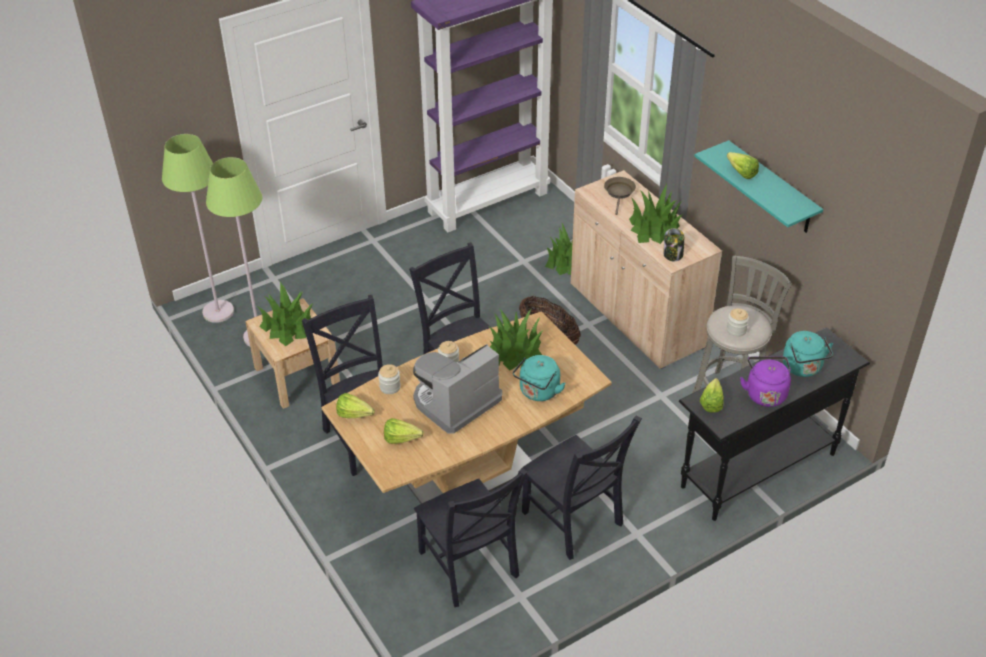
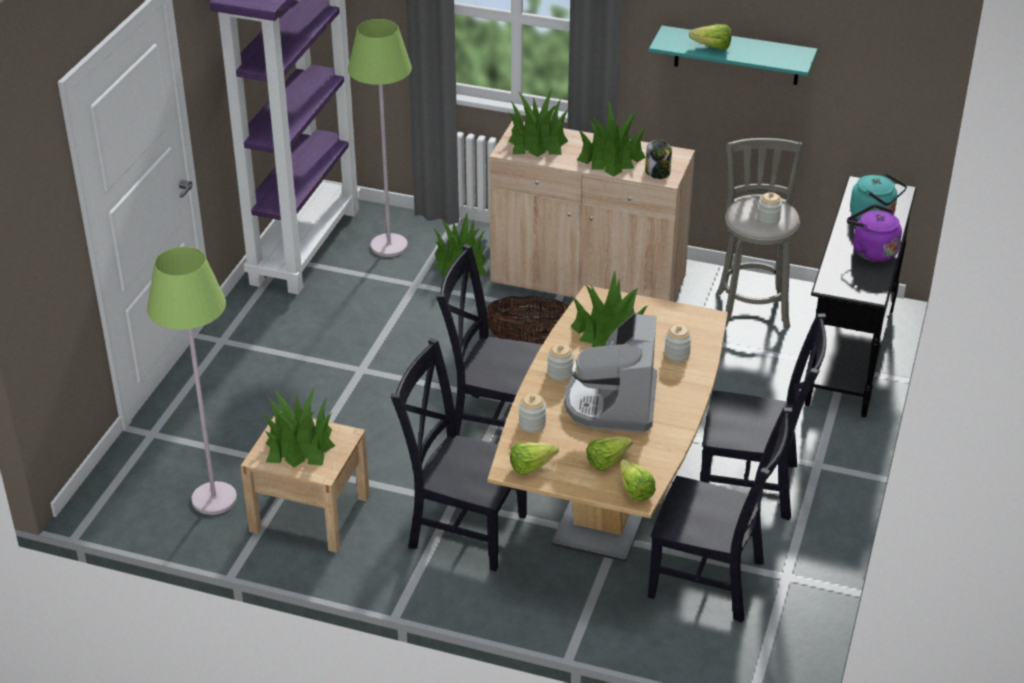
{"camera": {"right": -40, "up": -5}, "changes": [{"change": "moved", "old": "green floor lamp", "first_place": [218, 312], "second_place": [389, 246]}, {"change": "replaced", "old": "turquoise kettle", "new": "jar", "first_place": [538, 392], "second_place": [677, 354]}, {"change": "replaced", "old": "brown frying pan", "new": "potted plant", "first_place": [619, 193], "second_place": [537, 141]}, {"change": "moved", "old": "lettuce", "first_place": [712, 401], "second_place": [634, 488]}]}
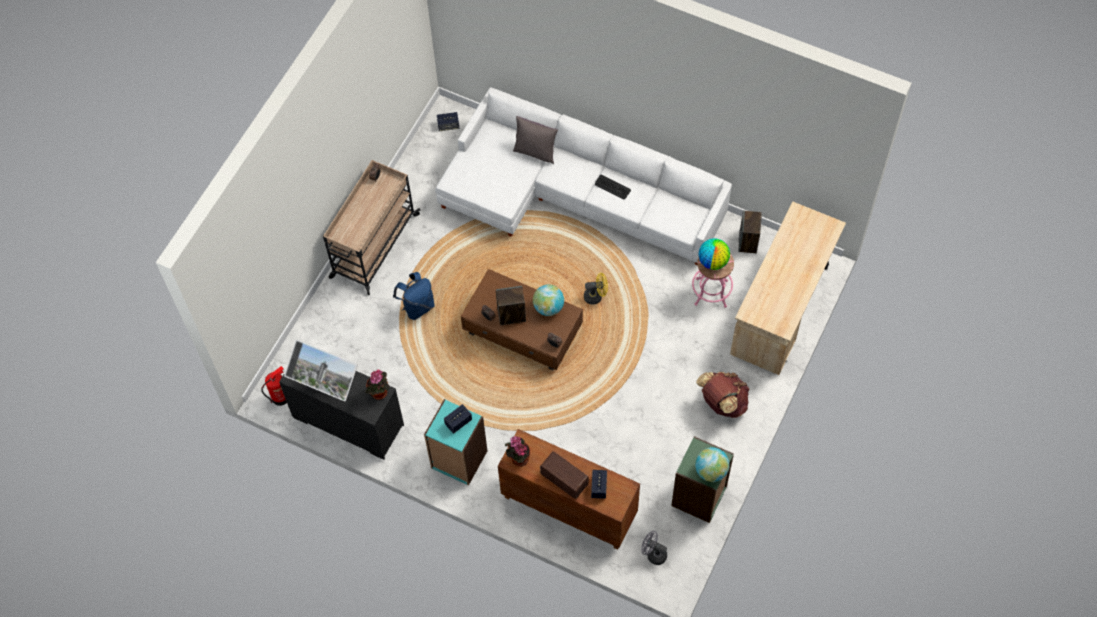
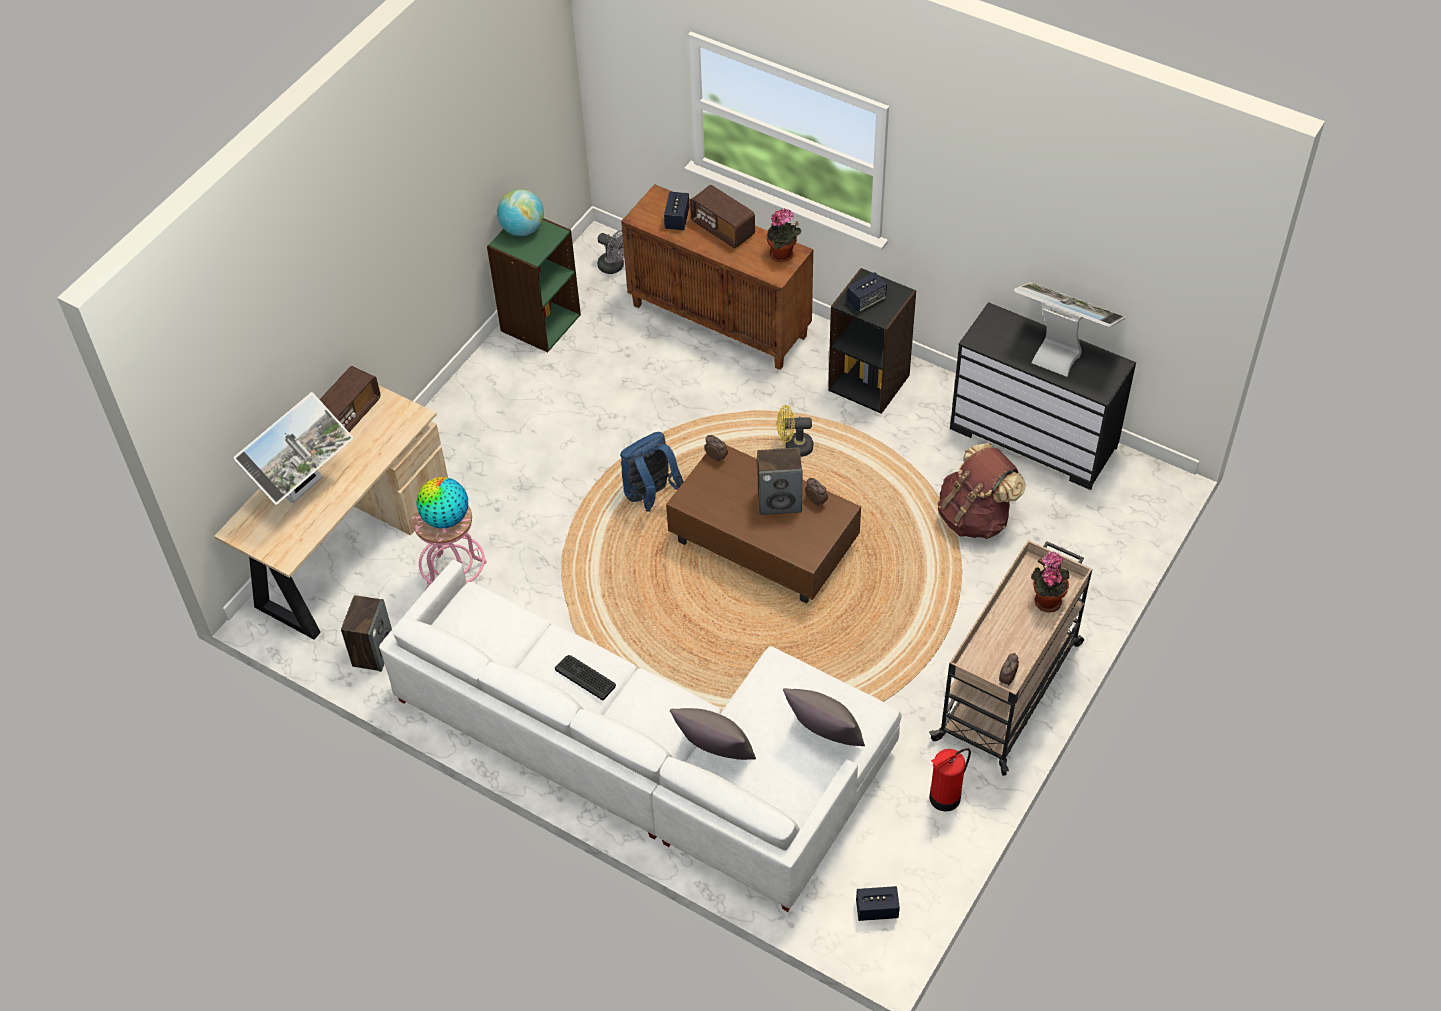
{"camera": {"right": -175, "up": -10}, "changes": [{"change": "moved", "old": "fire extinguisher", "first_place": [280, 397], "second_place": [944, 798]}, {"change": "moved", "old": "potted plant", "first_place": [379, 393], "second_place": [1046, 599]}, {"change": "moved", "old": "blue backpack", "first_place": [417, 306], "second_place": [651, 496]}, {"change": "recoloured", "old": "turquoise bookcase", "new": "black bookcase", "first_place": [459, 460], "second_place": [869, 382]}, {"change": "removed", "old": "globe", "first_place": [548, 307]}, {"change": "moved", "old": "yellow fan", "first_place": [596, 296], "second_place": [794, 447]}, {"change": "moved", "old": "brown backpack", "first_place": [722, 402], "second_place": [975, 517]}, {"change": "added", "new": "monitor", "second_place": [305, 489]}, {"change": "added", "new": "radio", "second_place": [349, 415]}, {"change": "added", "new": "grey pillow", "second_place": [824, 737]}]}
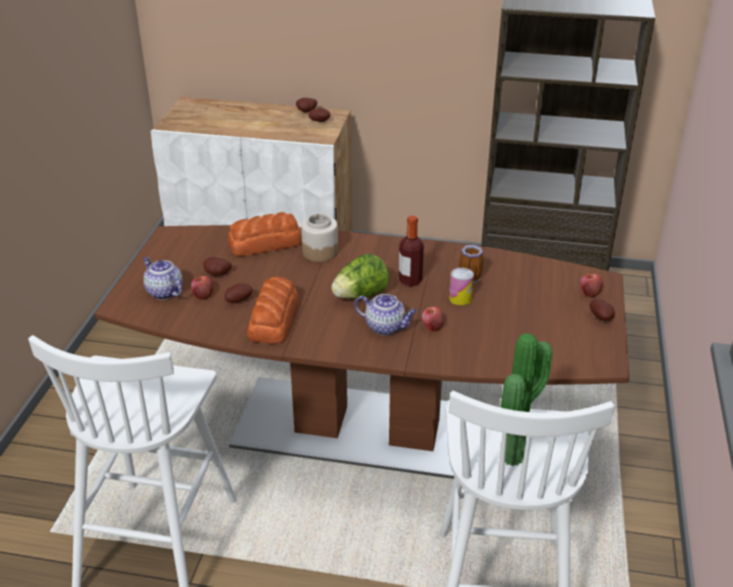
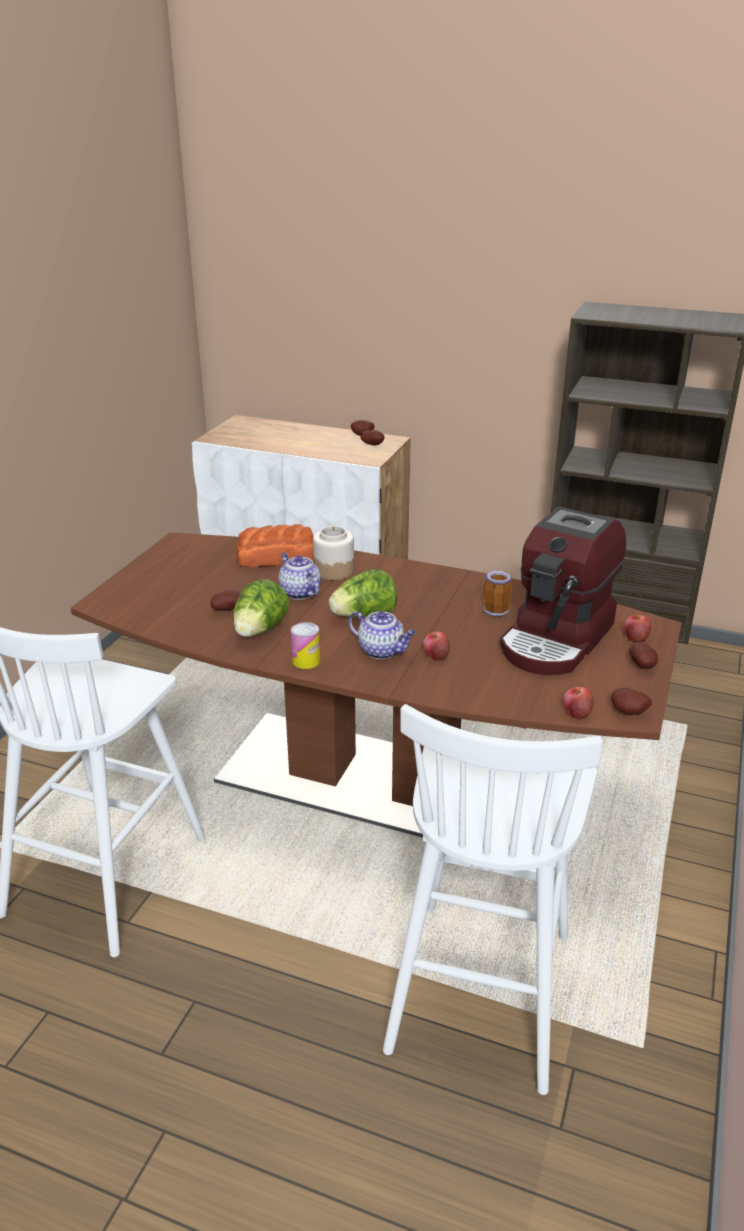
{"camera": {"right": 10, "up": -5}, "changes": [{"change": "moved", "old": "teapot", "first_place": [164, 292], "second_place": [299, 592]}, {"change": "moved", "old": "apple", "first_place": [203, 295], "second_place": [576, 712]}, {"change": "moved", "old": "potato", "first_place": [217, 275], "second_place": [628, 713]}, {"change": "replaced", "old": "bread", "new": "lettuce", "first_place": [274, 319], "second_place": [260, 631]}, {"change": "removed", "old": "bottle", "first_place": [410, 281]}, {"change": "moved", "old": "can", "first_place": [460, 298], "second_place": [306, 661]}, {"change": "removed", "old": "potted plant", "first_place": [516, 459]}, {"change": "added", "new": "coffee machine", "second_place": [557, 639]}]}
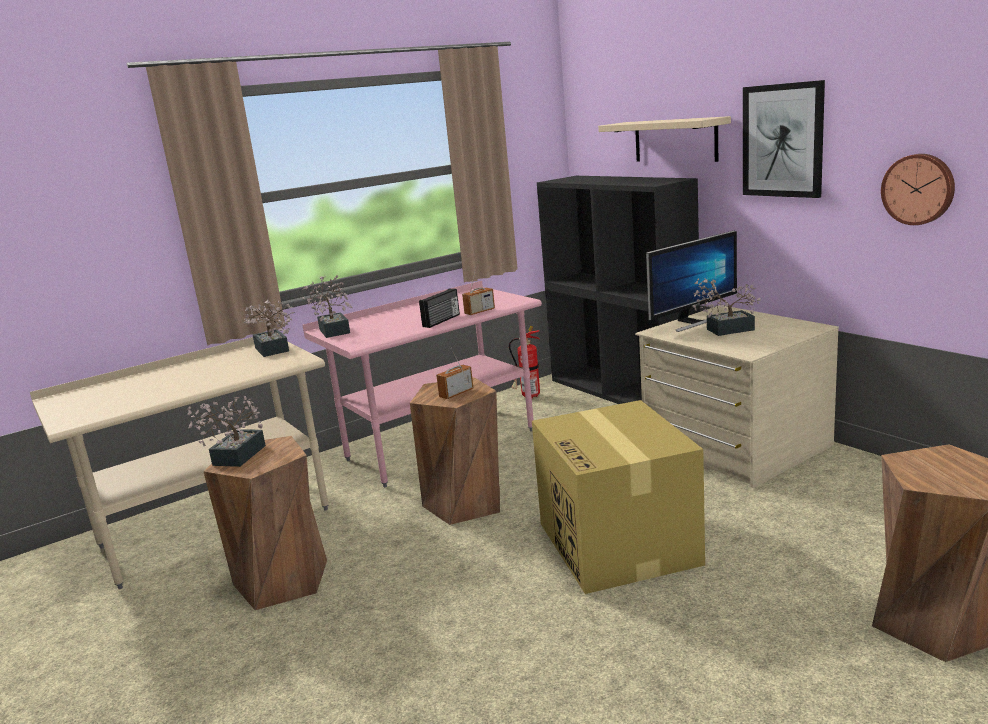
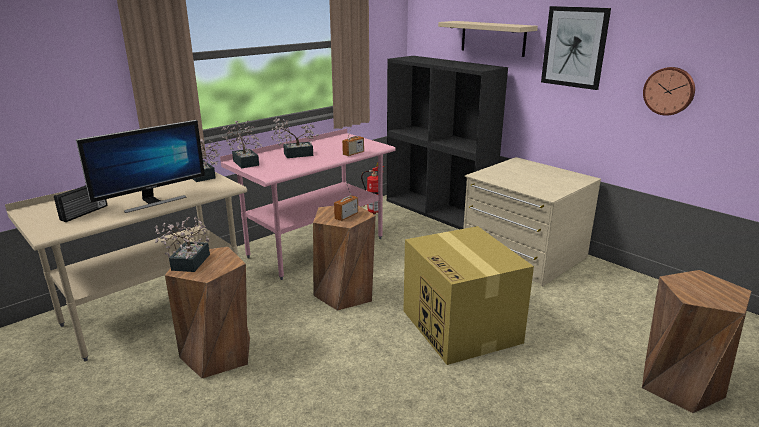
{"camera": {"right": -10, "up": 5}, "changes": [{"change": "moved", "old": "radio", "first_place": [442, 320], "second_place": [85, 213]}, {"change": "moved", "old": "monitor", "first_place": [692, 322], "second_place": [152, 201]}, {"change": "moved", "old": "potted plant", "first_place": [725, 330], "second_place": [294, 154]}]}
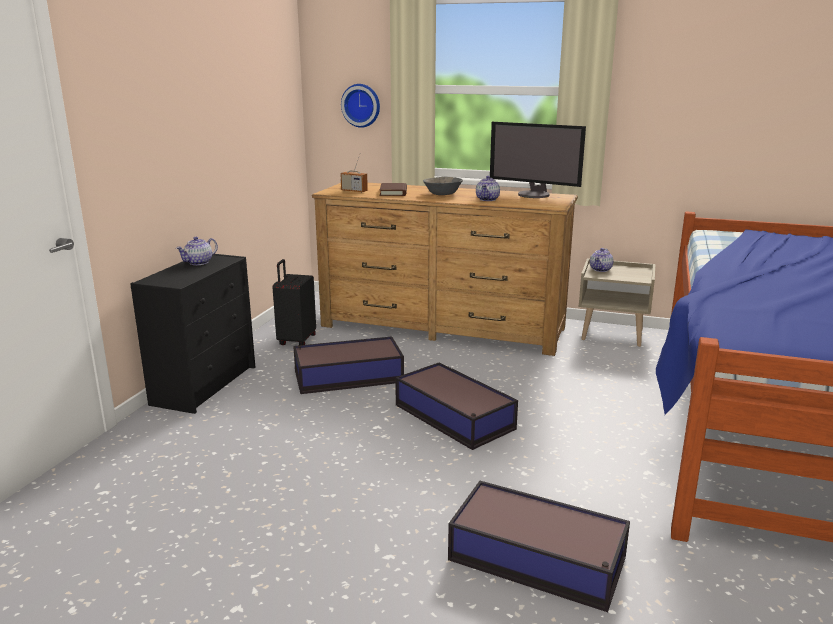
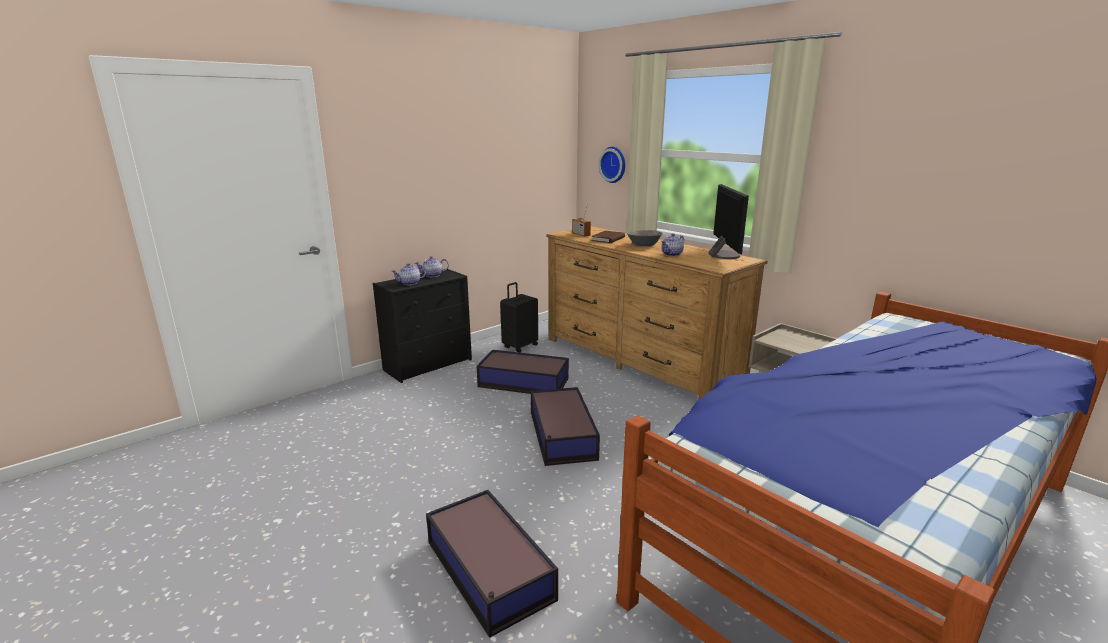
{"camera": {"right": 30, "up": 0}, "changes": [{"change": "turned", "old": "monitor", "first_place": [534, 195], "second_place": [723, 255], "degrees": -150}, {"change": "moved", "old": "teapot", "first_place": [601, 269], "second_place": [410, 283]}]}
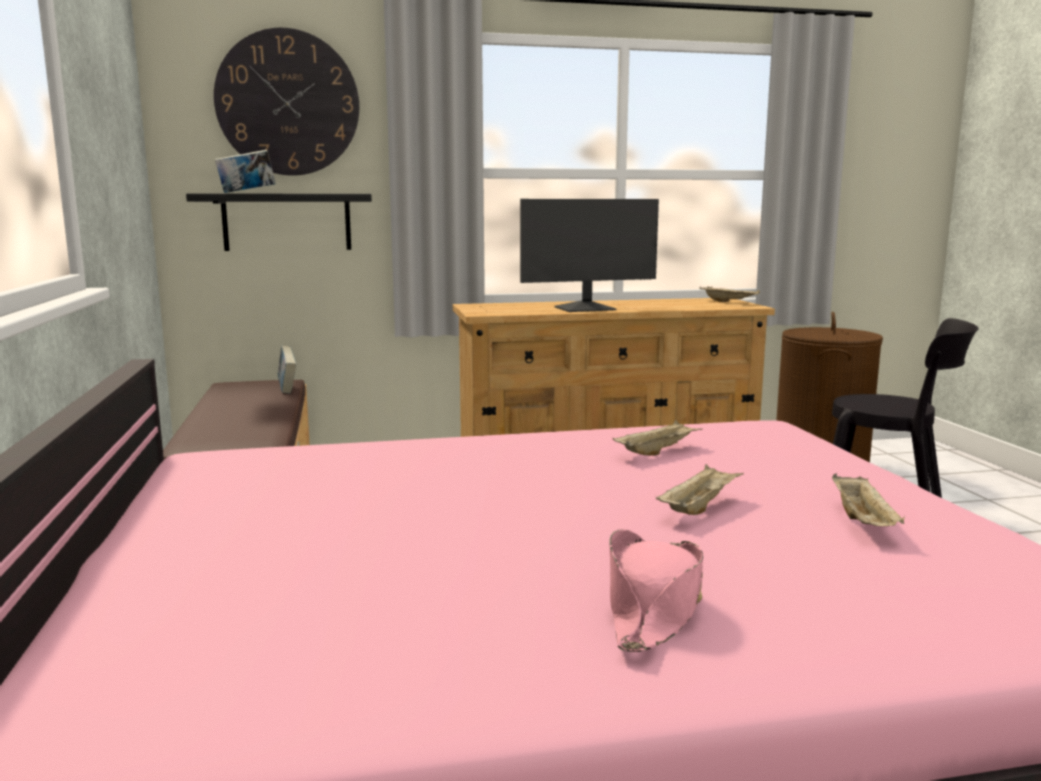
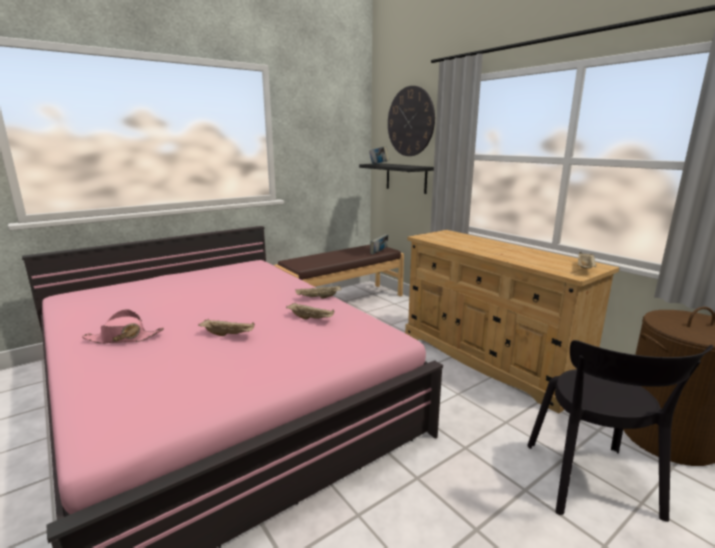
{"camera": {"right": 65, "up": 5}, "changes": [{"change": "removed", "old": "monitor", "first_place": [586, 309]}, {"change": "moved", "old": "beige tray", "first_place": [863, 522], "second_place": [318, 298]}]}
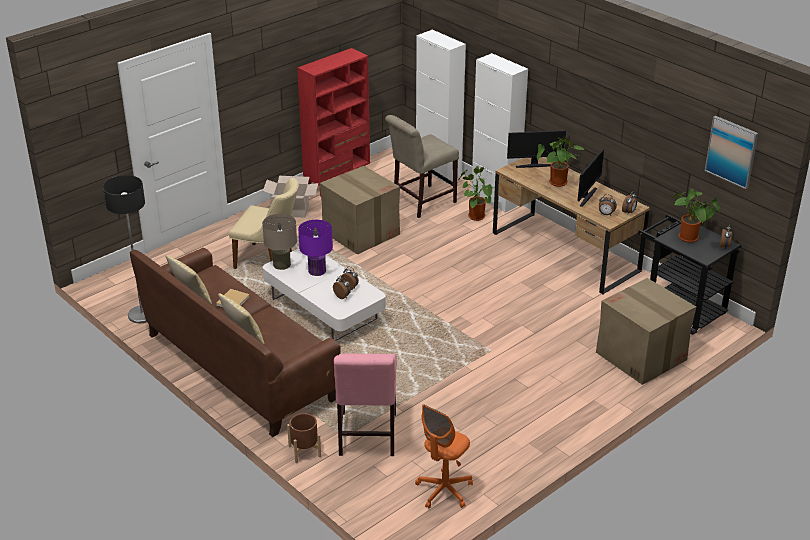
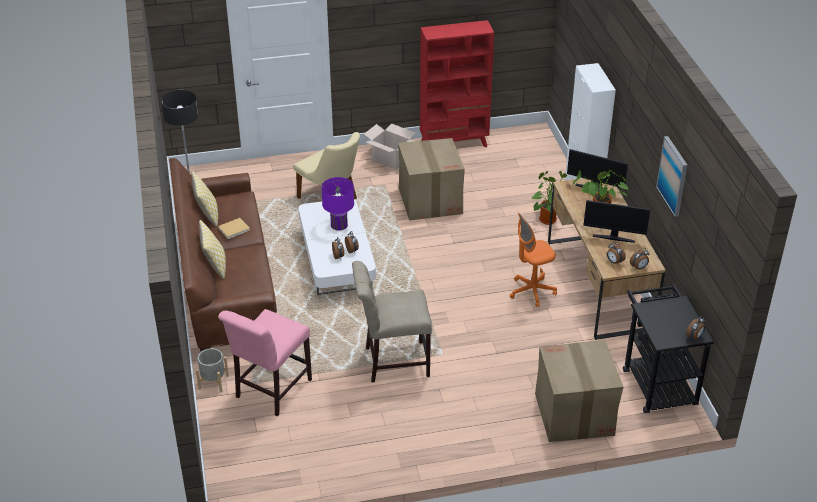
{"camera": {"right": 30, "up": 5}, "changes": [{"change": "removed", "old": "beige table lamp", "first_place": [282, 264]}, {"change": "recoloured", "old": "brown planter", "new": "grey planter", "first_place": [304, 451], "second_place": [213, 382]}, {"change": "moved", "old": "beige chair", "first_place": [421, 202], "second_place": [392, 362]}, {"change": "moved", "old": "orange office chair", "first_place": [444, 491], "second_place": [532, 291]}, {"change": "removed", "old": "white cabinet", "first_place": [438, 172]}, {"change": "turned", "old": "monitor", "first_place": [587, 197], "second_place": [613, 238], "degrees": 45}, {"change": "removed", "old": "potted plant", "first_place": [690, 238]}, {"change": "moved", "old": "picture", "first_place": [732, 151], "second_place": [673, 176]}]}
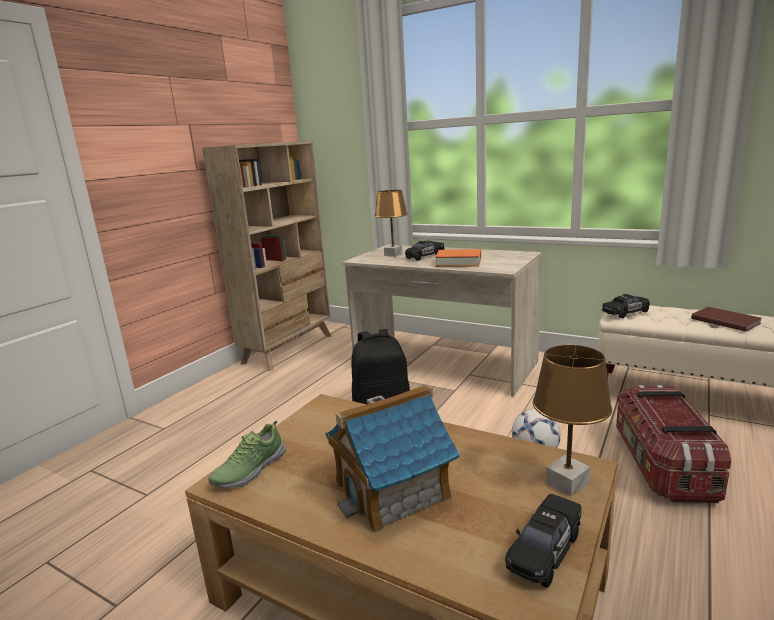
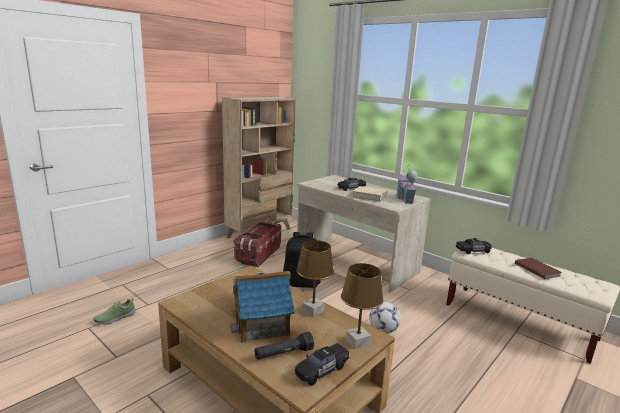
{"camera": {"right": 10, "up": 0}, "changes": [{"change": "moved", "old": "shoe", "first_place": [249, 470], "second_place": [115, 318]}, {"change": "moved", "old": "brown table lamp", "first_place": [393, 254], "second_place": [313, 311]}, {"change": "recoloured", "old": "orange book", "new": "beige book", "first_place": [458, 262], "second_place": [369, 197]}, {"change": "moved", "old": "storage box", "first_place": [662, 465], "second_place": [258, 254]}, {"change": "added", "new": "black flashlight", "second_place": [283, 354]}, {"change": "added", "new": "toy house", "second_place": [405, 199]}]}
